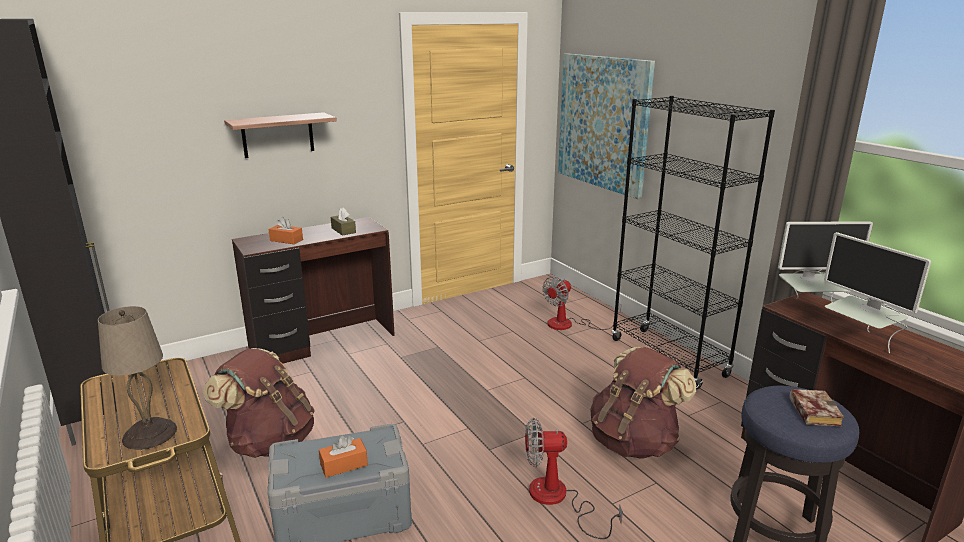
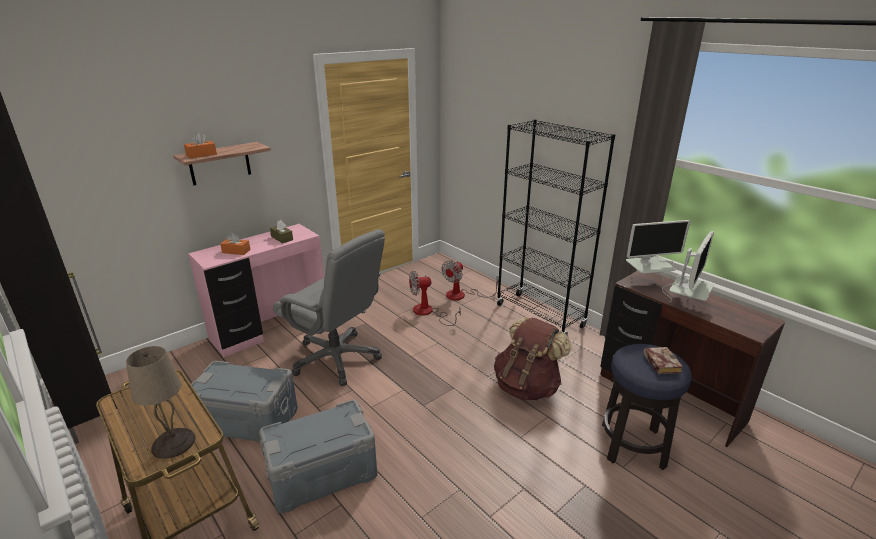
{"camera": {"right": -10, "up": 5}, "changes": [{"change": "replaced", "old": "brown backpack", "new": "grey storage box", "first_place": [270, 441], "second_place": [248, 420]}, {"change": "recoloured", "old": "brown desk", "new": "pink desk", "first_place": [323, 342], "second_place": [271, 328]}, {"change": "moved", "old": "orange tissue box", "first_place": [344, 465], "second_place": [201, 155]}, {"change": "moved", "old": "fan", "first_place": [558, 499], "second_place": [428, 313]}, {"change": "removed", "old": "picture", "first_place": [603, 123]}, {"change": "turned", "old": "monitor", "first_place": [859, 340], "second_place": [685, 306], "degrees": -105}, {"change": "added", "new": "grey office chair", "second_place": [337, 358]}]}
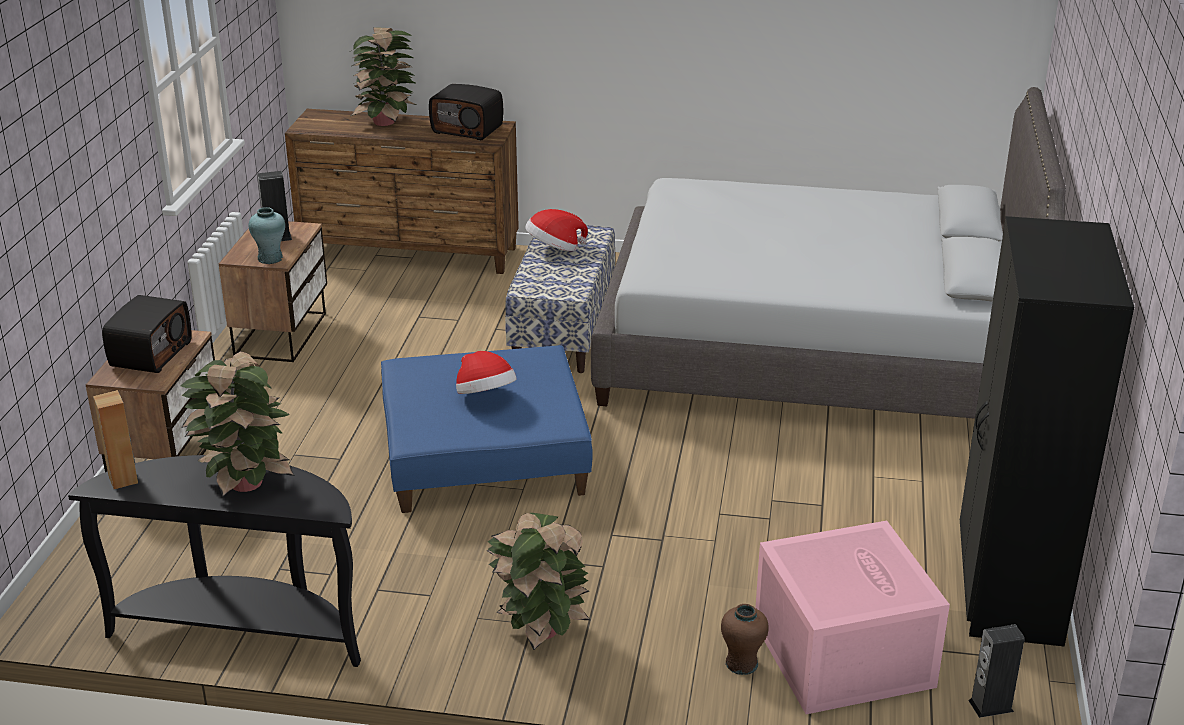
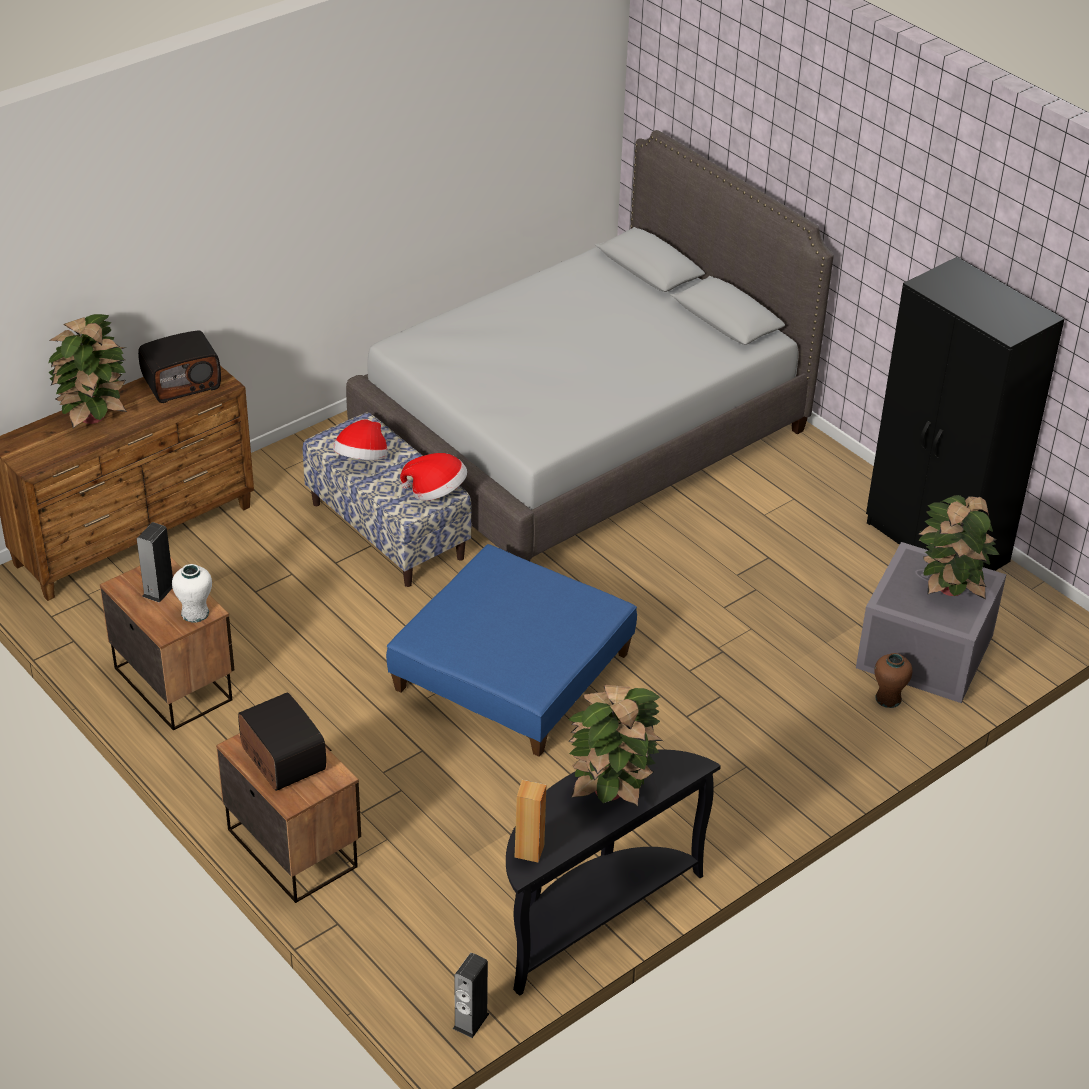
{"camera": {"right": -50, "up": 10}, "changes": [{"change": "recoloured", "old": "turquoise vase", "new": "white vase", "first_place": [270, 258], "second_place": [195, 613]}, {"change": "moved", "old": "hat", "first_place": [485, 396], "second_place": [436, 492]}, {"change": "moved", "old": "potted plant", "first_place": [539, 629], "second_place": [949, 589]}, {"change": "recoloured", "old": "pink storage box", "new": "grey storage box", "first_place": [840, 653], "second_place": [922, 652]}, {"change": "moved", "old": "speaker", "first_place": [991, 706], "second_place": [471, 1021]}]}
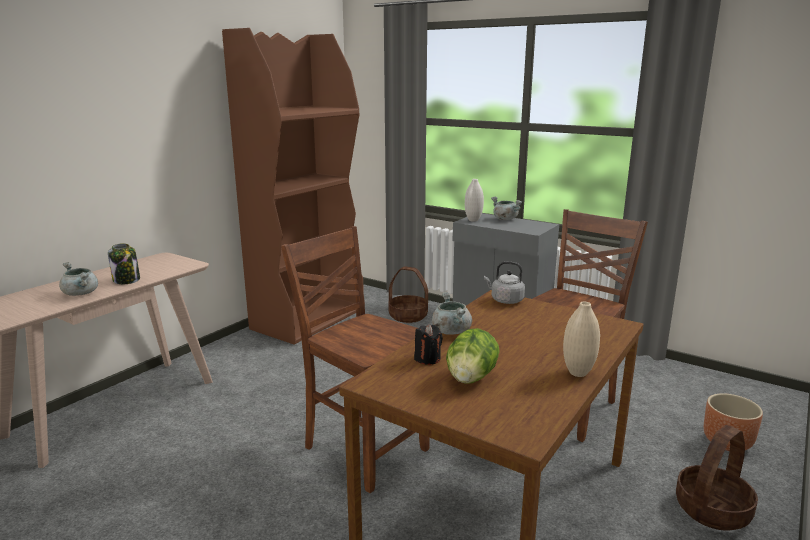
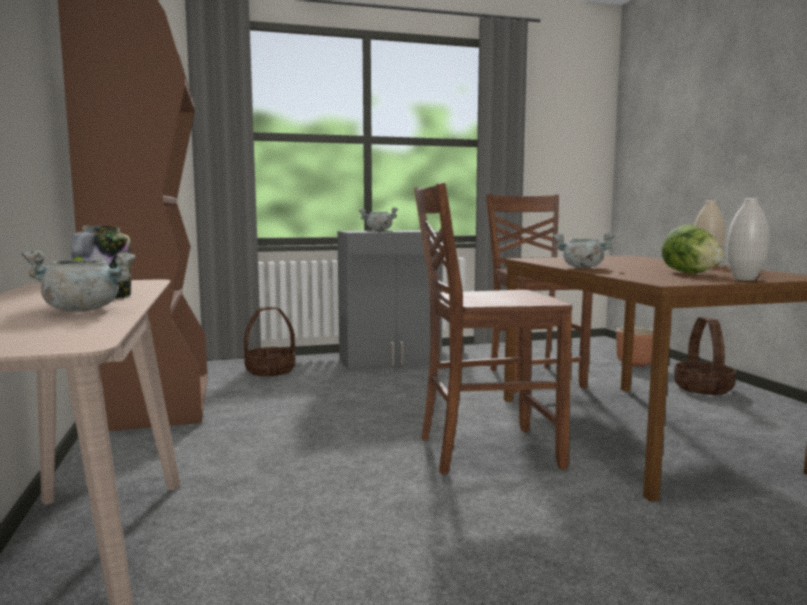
{"camera": {"right": -50, "up": -10}, "changes": [{"change": "removed", "old": "black candle", "first_place": [427, 359]}, {"change": "moved", "old": "white vase", "first_place": [473, 220], "second_place": [744, 279]}, {"change": "removed", "old": "grey kettle", "first_place": [505, 300]}]}
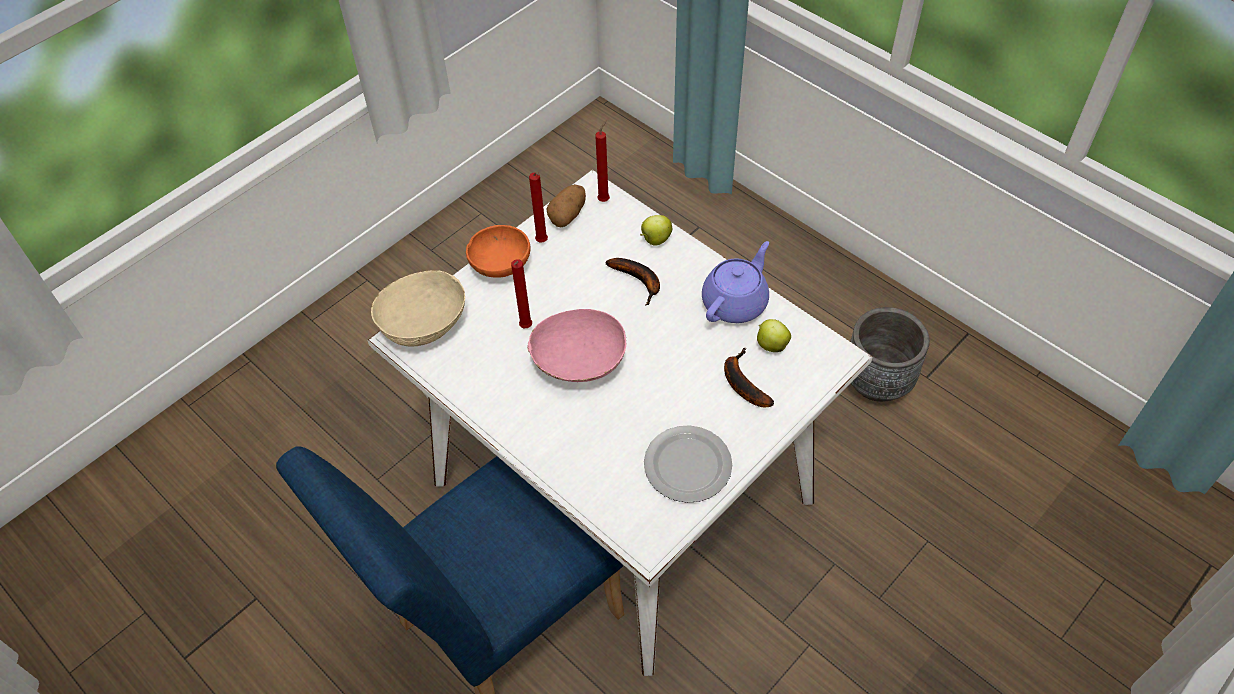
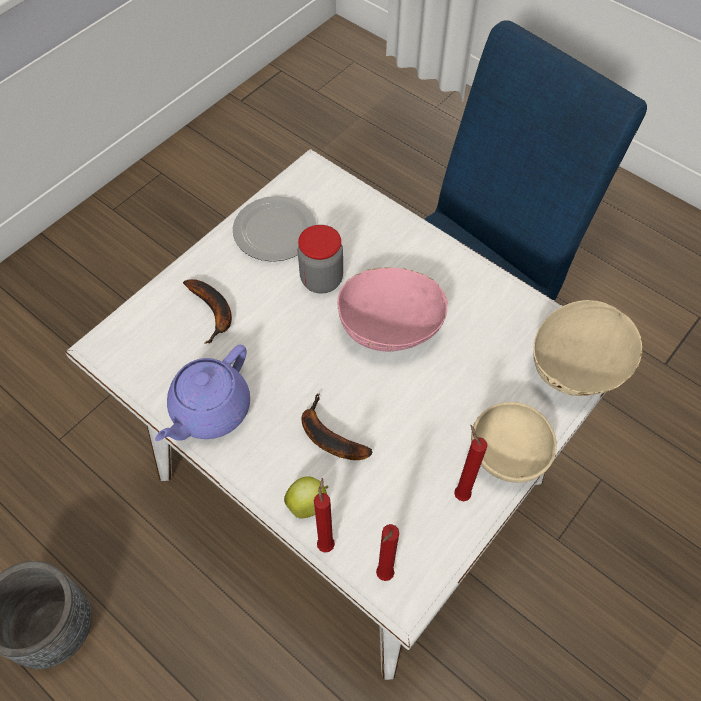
{"camera": {"right": 175, "up": 5}, "changes": [{"change": "recoloured", "old": "orange bowl", "new": "beige bowl", "first_place": [500, 264], "second_place": [508, 455]}, {"change": "moved", "old": "red candle", "first_place": [525, 328], "second_place": [326, 543]}, {"change": "removed", "old": "potato", "first_place": [568, 215]}, {"change": "removed", "old": "apple", "first_place": [771, 345]}, {"change": "added", "new": "jar", "second_place": [321, 280]}]}
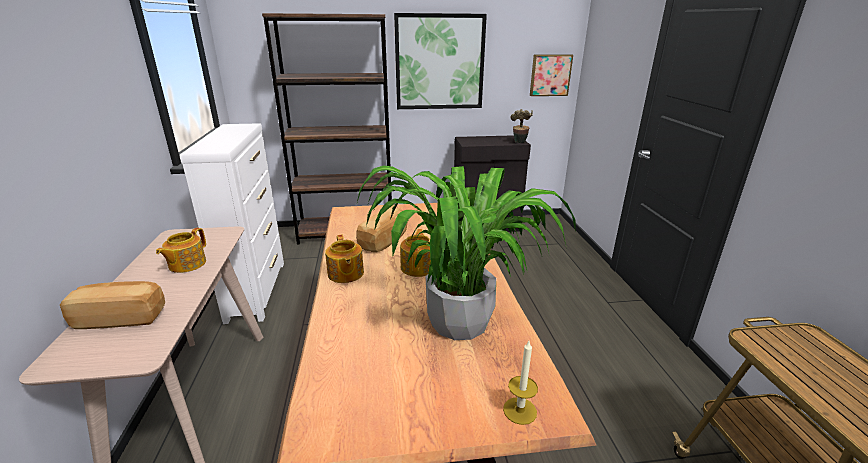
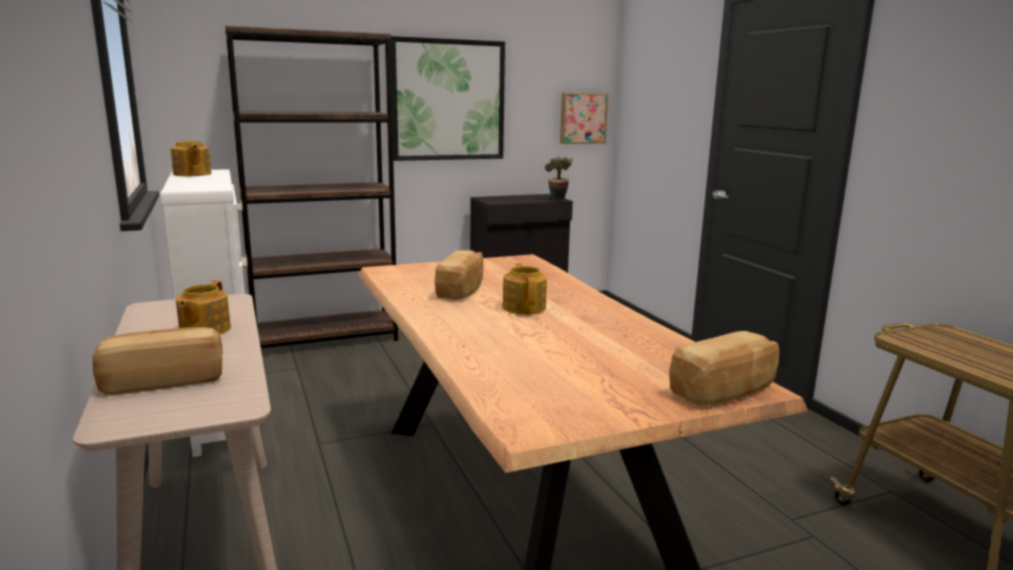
{"camera": {"right": -15, "up": -10}, "changes": [{"change": "moved", "old": "teapot", "first_place": [345, 274], "second_place": [192, 174]}, {"change": "removed", "old": "potted plant", "first_place": [460, 322]}, {"change": "replaced", "old": "candle", "new": "bread", "first_place": [520, 410], "second_place": [725, 391]}]}
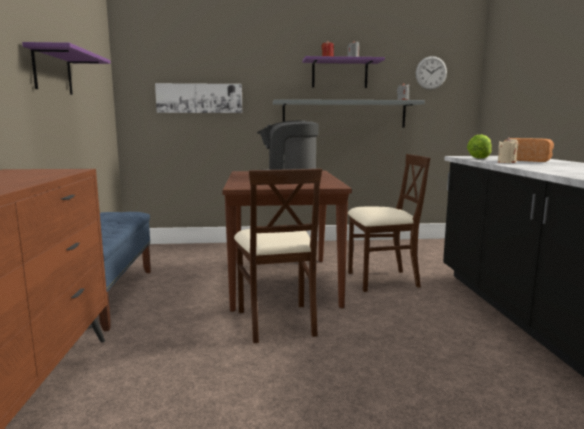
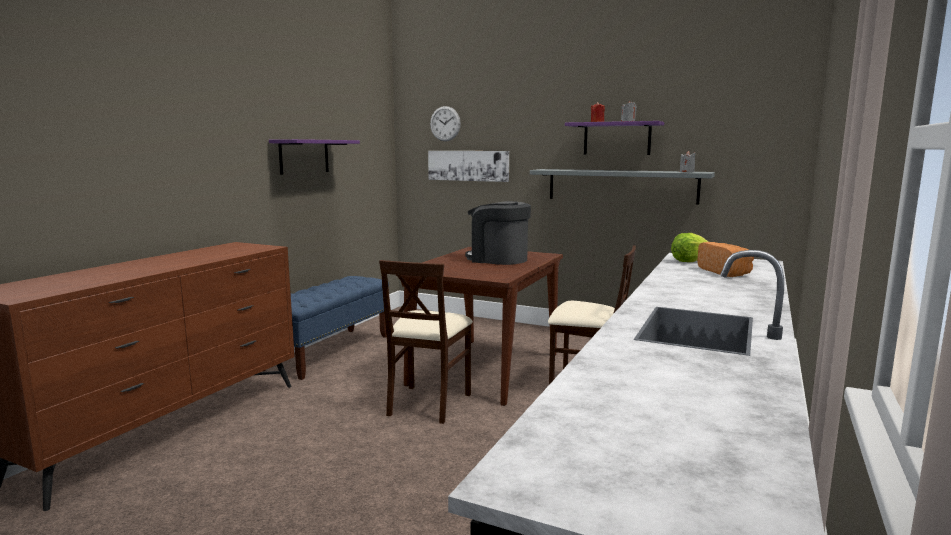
{"camera": {"right": 30, "up": 0}, "changes": [{"change": "moved", "old": "wall clock", "first_place": [431, 73], "second_place": [445, 123]}, {"change": "removed", "old": "beige candle", "first_place": [506, 162]}]}
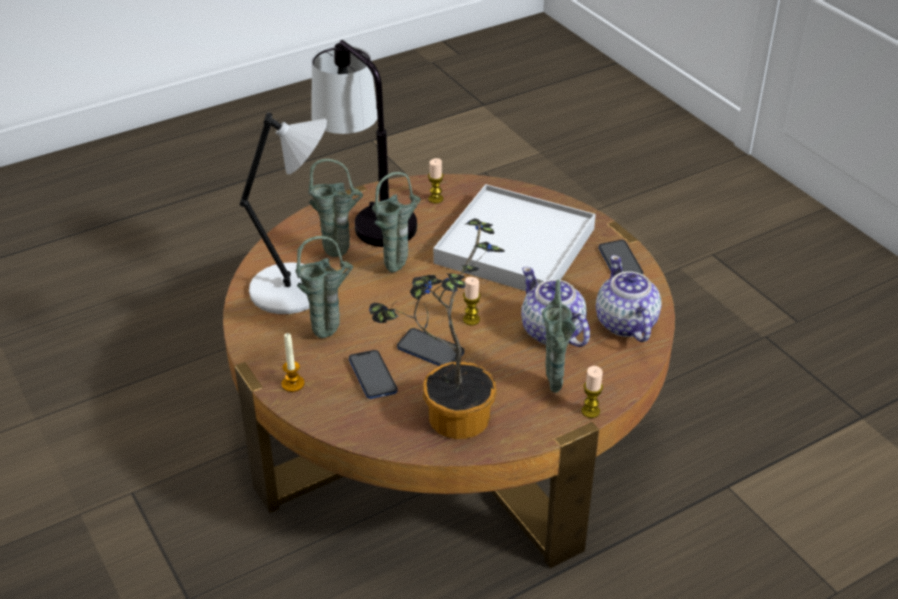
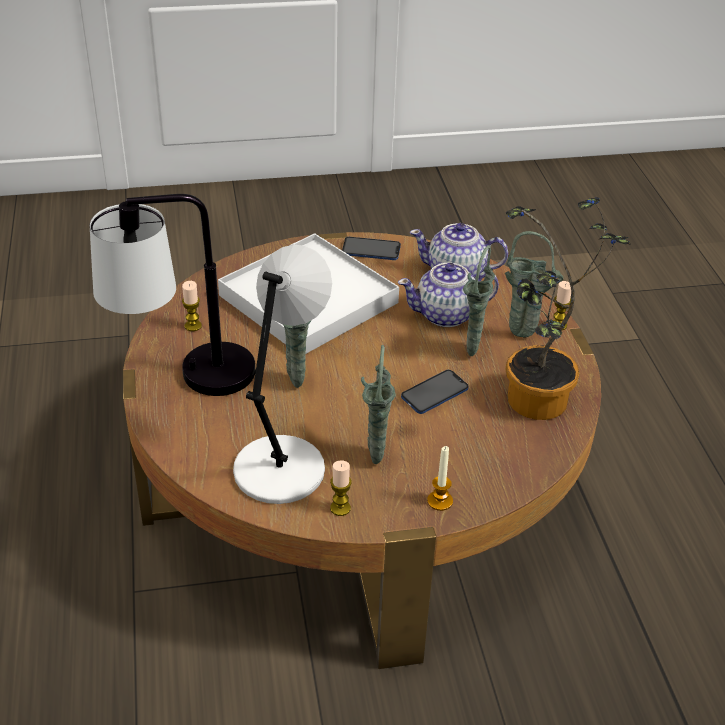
{"camera": {"right": -70, "up": 0}, "changes": [{"change": "moved", "old": "green vase", "first_place": [340, 255], "second_place": [472, 350]}, {"change": "removed", "old": "phone", "first_place": [372, 376]}, {"change": "moved", "old": "candle", "first_place": [471, 319], "second_place": [340, 508]}]}
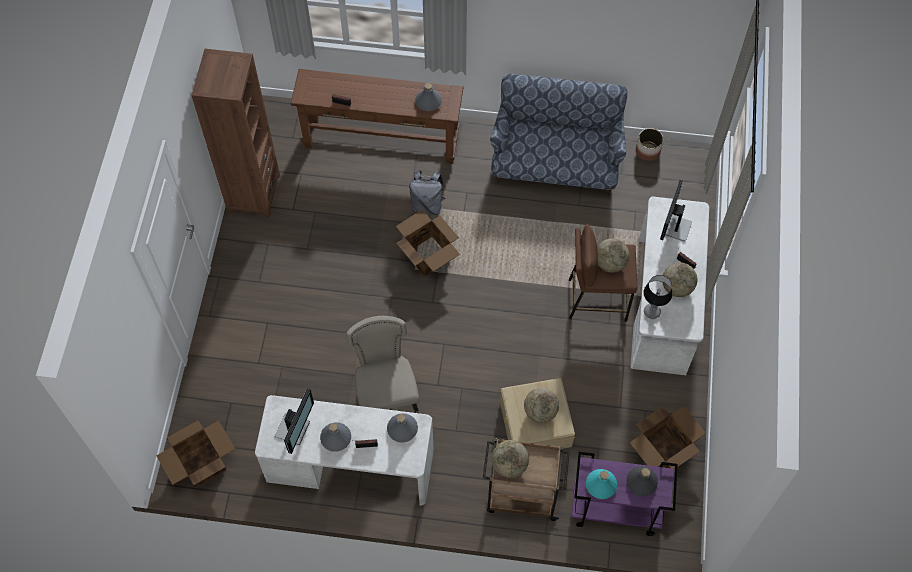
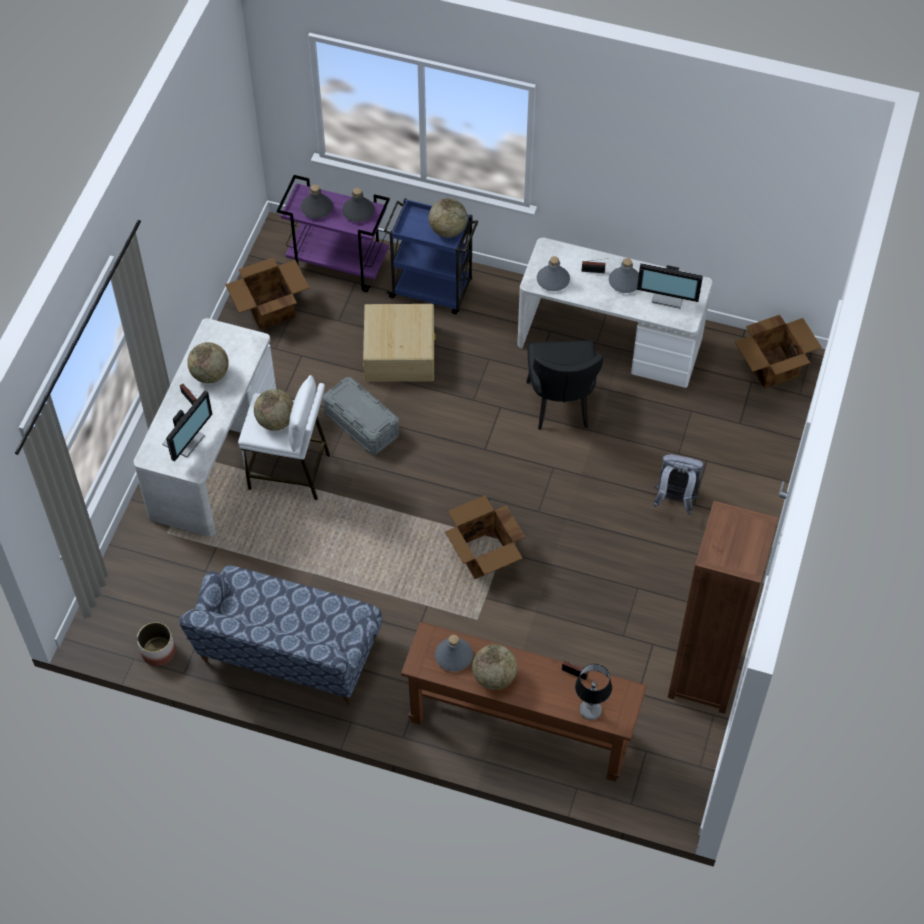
{"camera": {"right": -170, "up": -5}, "changes": [{"change": "turned", "old": "monitor", "first_place": [294, 429], "second_place": [669, 296], "degrees": -105}, {"change": "recoloured", "old": "beige chair", "new": "black chair", "first_place": [386, 394], "second_place": [560, 406]}, {"change": "moved", "old": "grey backpack", "first_place": [427, 205], "second_place": [675, 499]}, {"change": "recoloured", "old": "brown cart", "new": "blue cart", "first_place": [521, 496], "second_place": [432, 290]}, {"change": "moved", "old": "globe", "first_place": [540, 411], "second_place": [494, 677]}, {"change": "recoloured", "old": "brown stool", "new": "white stool", "first_place": [597, 299], "second_place": [290, 472]}, {"change": "recoloured", "old": "turquoise bottle", "new": "grey bottle", "first_place": [601, 485], "second_place": [358, 212]}, {"change": "moved", "old": "table lamp", "first_place": [651, 311], "second_place": [590, 711]}, {"change": "added", "new": "grey storage box", "second_place": [361, 424]}]}
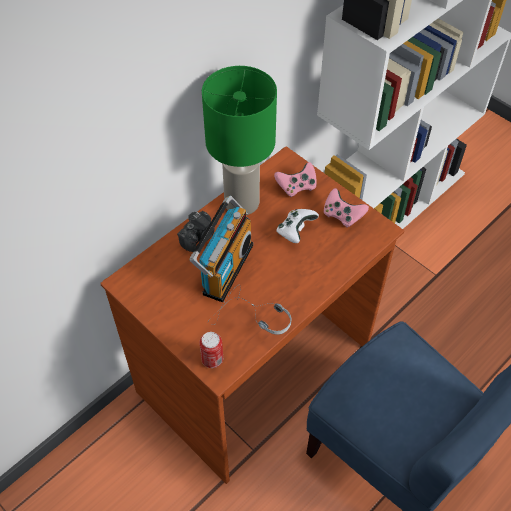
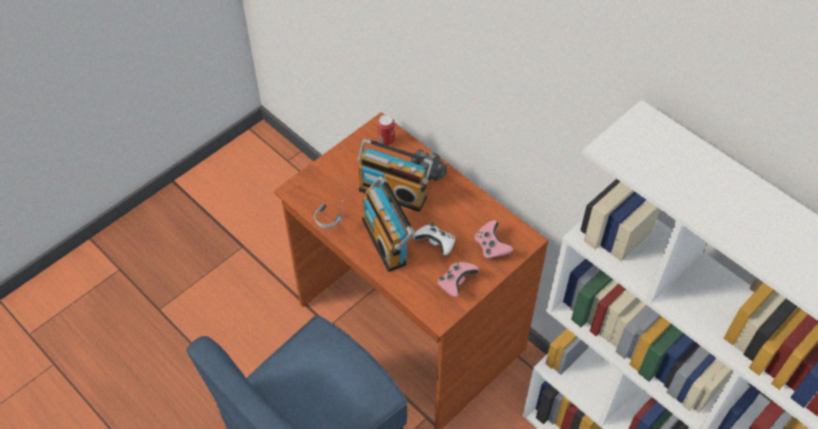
{"camera": {"right": 90, "up": 0}, "changes": [{"change": "moved", "old": "can", "first_place": [212, 360], "second_place": [386, 141]}, {"change": "removed", "old": "green table lamp", "first_place": [242, 202]}, {"change": "added", "new": "radio", "second_place": [387, 241]}]}
